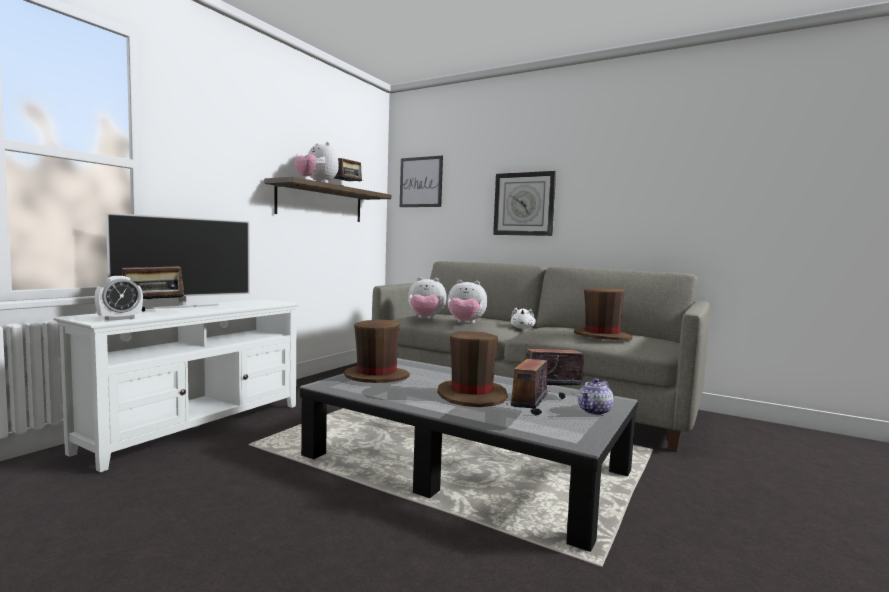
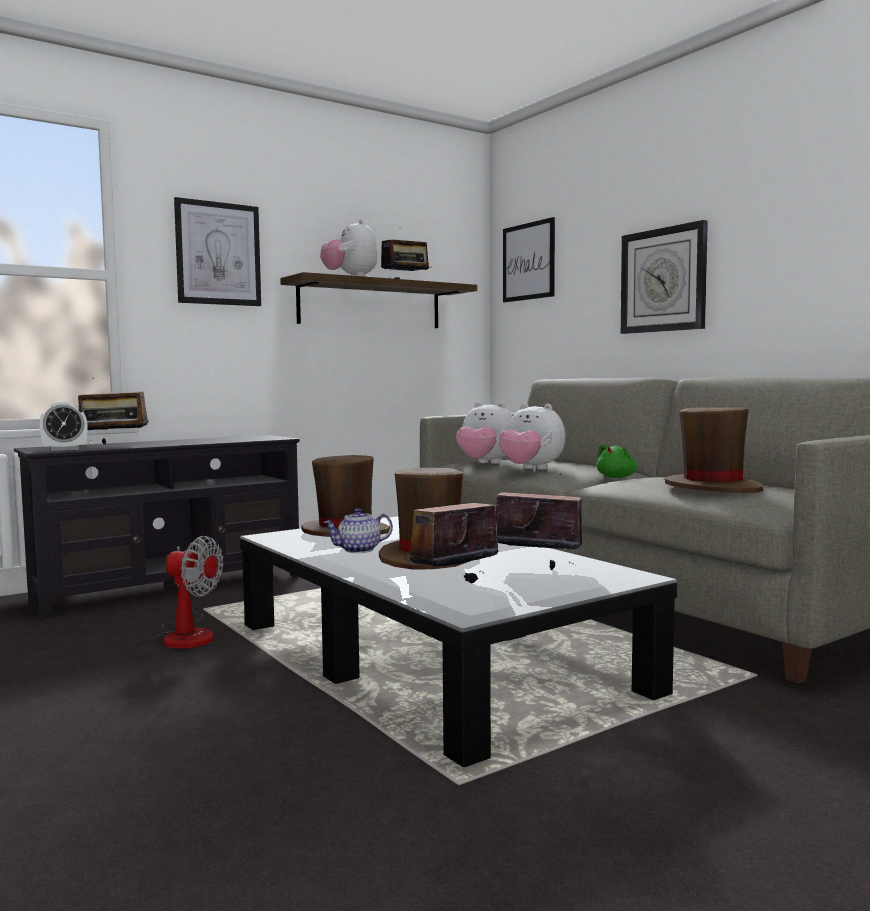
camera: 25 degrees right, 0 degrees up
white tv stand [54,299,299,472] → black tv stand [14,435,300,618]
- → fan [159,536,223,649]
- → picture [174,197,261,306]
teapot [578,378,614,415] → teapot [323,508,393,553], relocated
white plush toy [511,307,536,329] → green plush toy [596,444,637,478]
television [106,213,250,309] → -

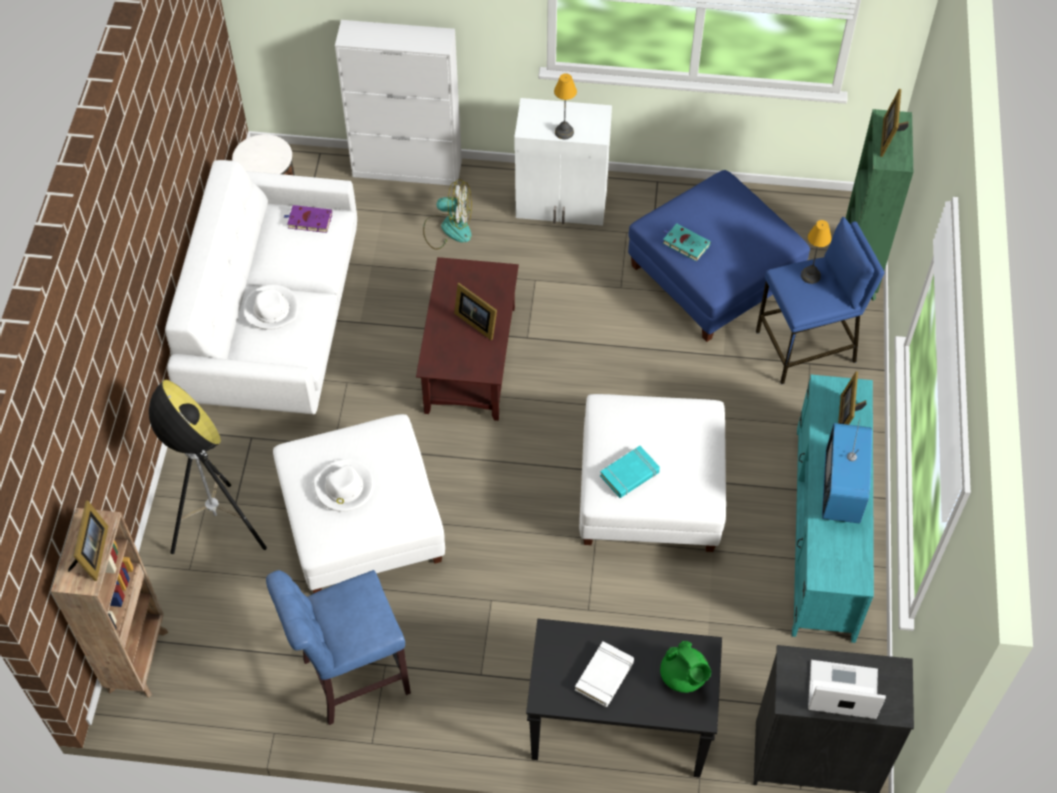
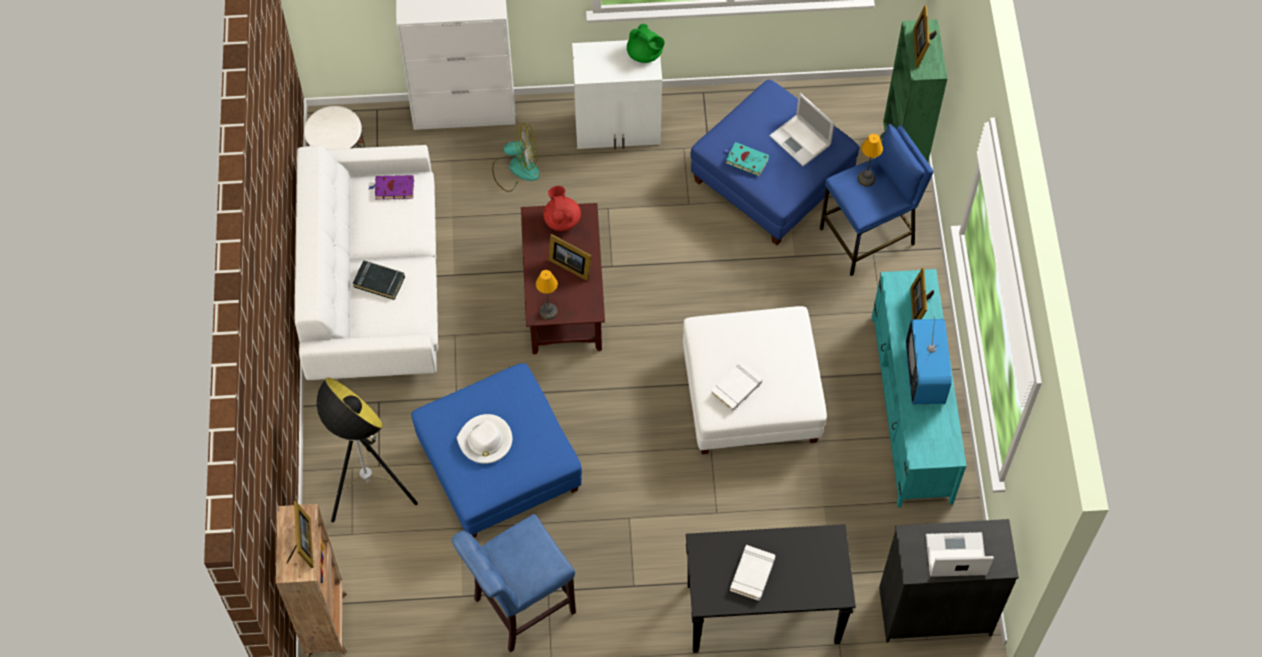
camera: 10 degrees left, 5 degrees up
white hat [243,285,299,330] → black book [353,261,405,300]
white ottoman [273,414,445,593] → blue ottoman [411,363,582,538]
table lamp [554,73,577,139] → table lamp [536,270,558,320], relocated
- → red teapot [543,186,581,231]
green teapot [660,641,711,693] → green teapot [627,24,665,63], relocated
turquoise book [600,446,660,498] → white book [711,361,763,411]
- → laptop [769,93,834,166]

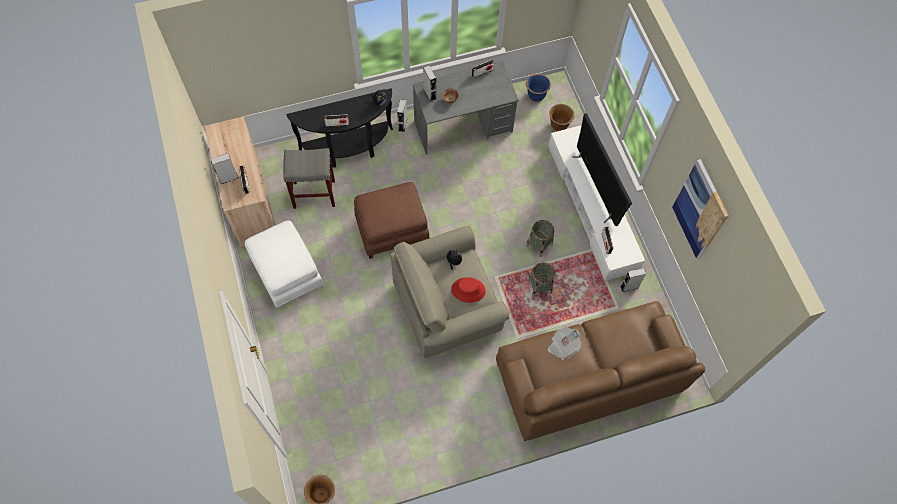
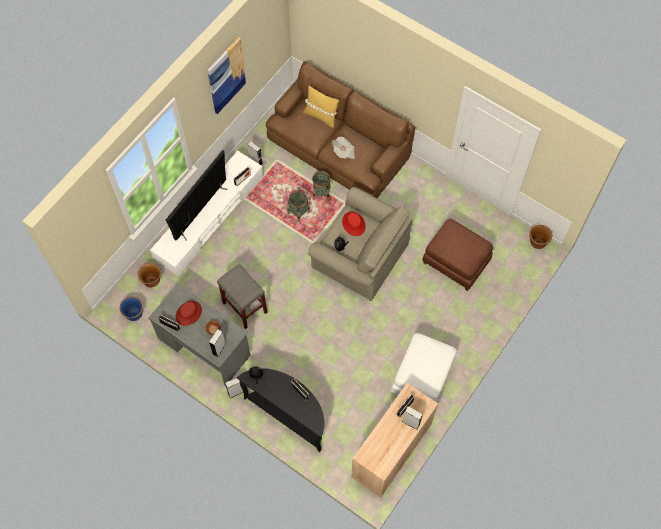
camera: 125 degrees left, 0 degrees up
- → red hat [176,301,202,326]
grey stool [283,148,335,209] → grey stool [217,264,267,329], relocated
- → yellow pillow [303,85,339,128]
basket [526,220,554,257] → basket [312,171,331,201], relocated
brown ottoman [354,182,430,259] → brown ottoman [422,219,493,291], relocated

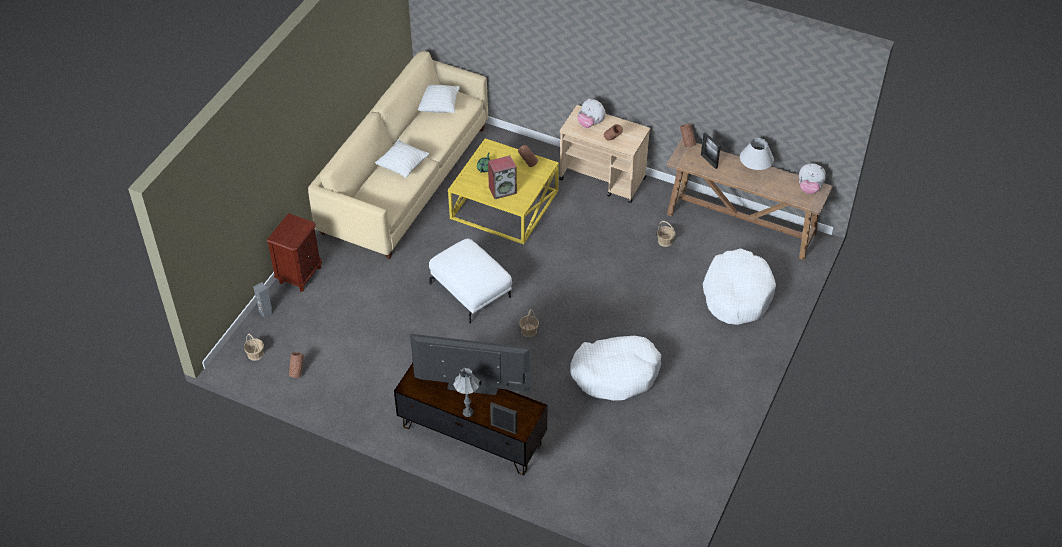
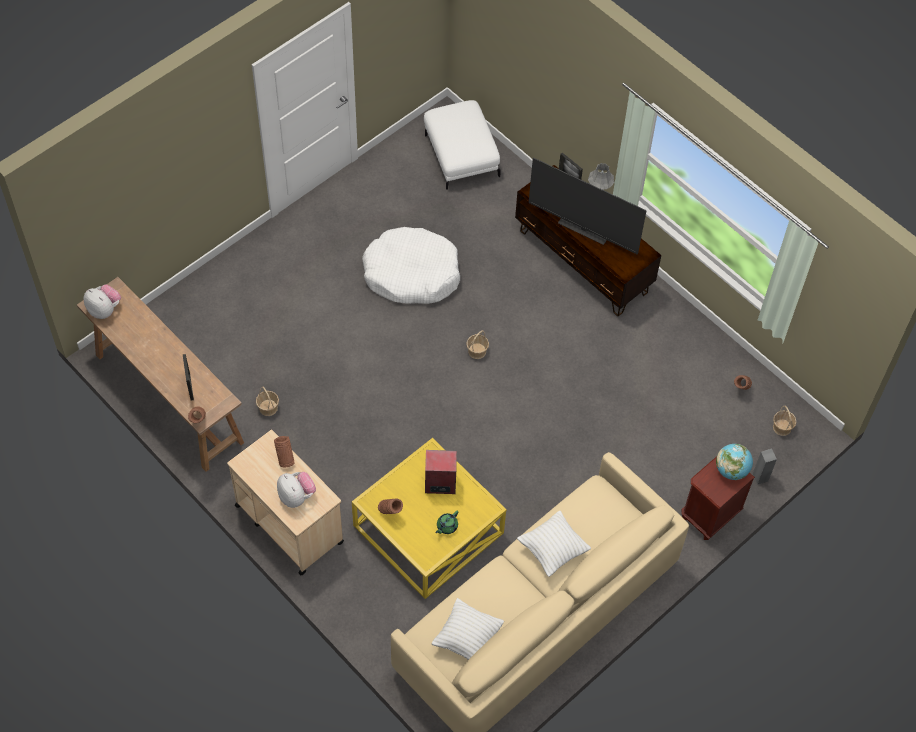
camera: 160 degrees left, 10 degrees up
white ottoman [429,239,512,323] → white ottoman [424,100,501,190], relocated
- → globe [716,444,753,480]
white dog bed [703,248,776,325] → -
white table lamp [740,138,774,172] → -

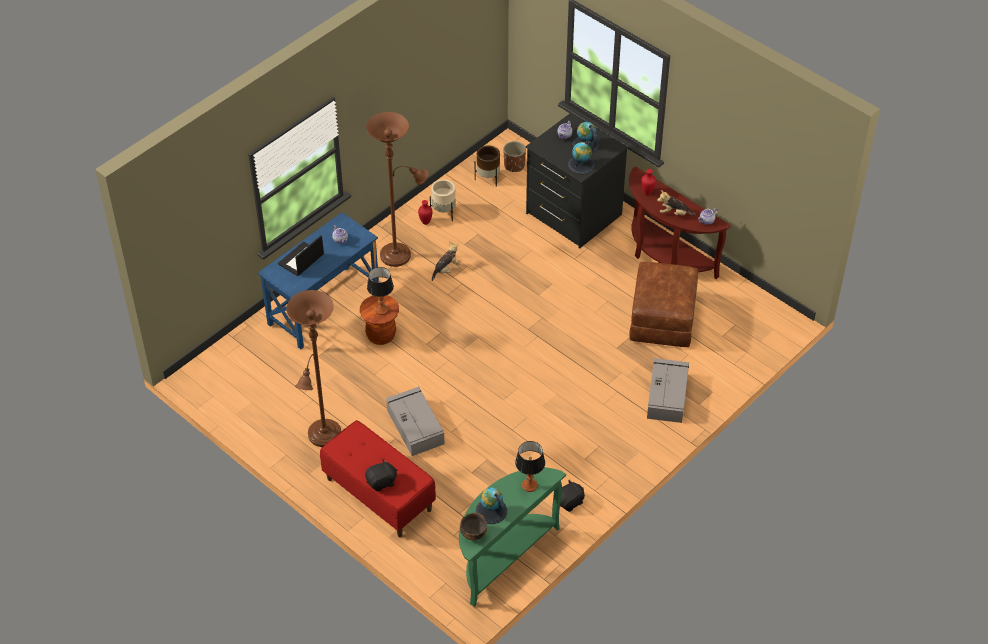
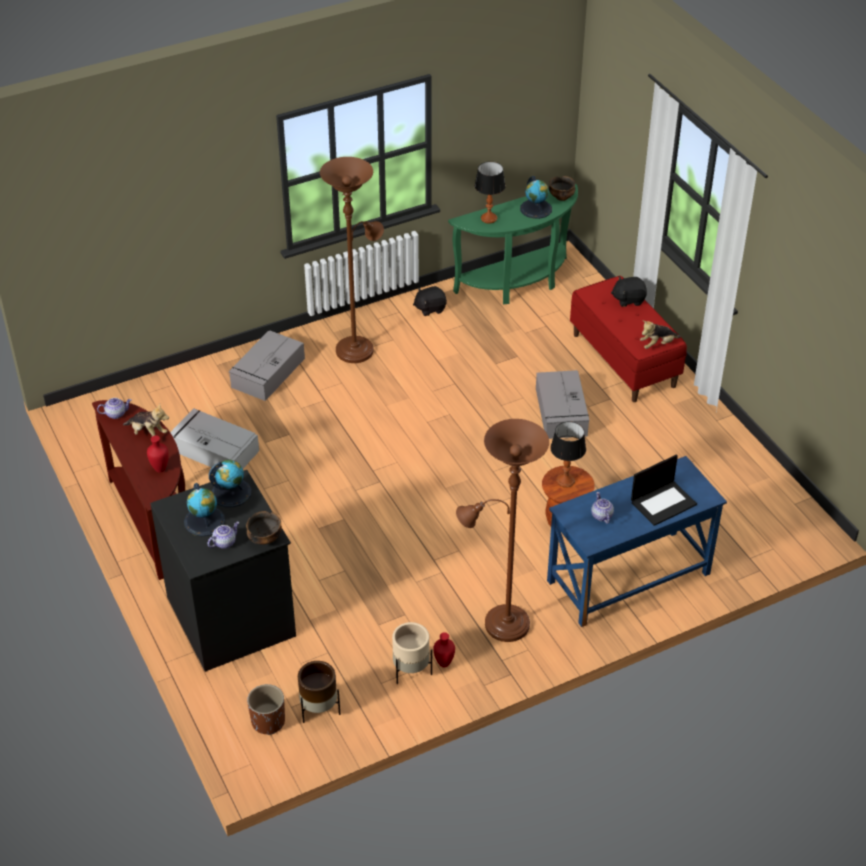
camera: 160 degrees left, 5 degrees down
brown ottoman [629,262,698,347] → grey storage box [170,408,259,468]
- → bowl [246,511,282,545]
brown floor lamp [287,290,341,447] → brown floor lamp [320,157,384,363], relocated
plush toy [432,242,460,281] → plush toy [640,321,680,349], relocated

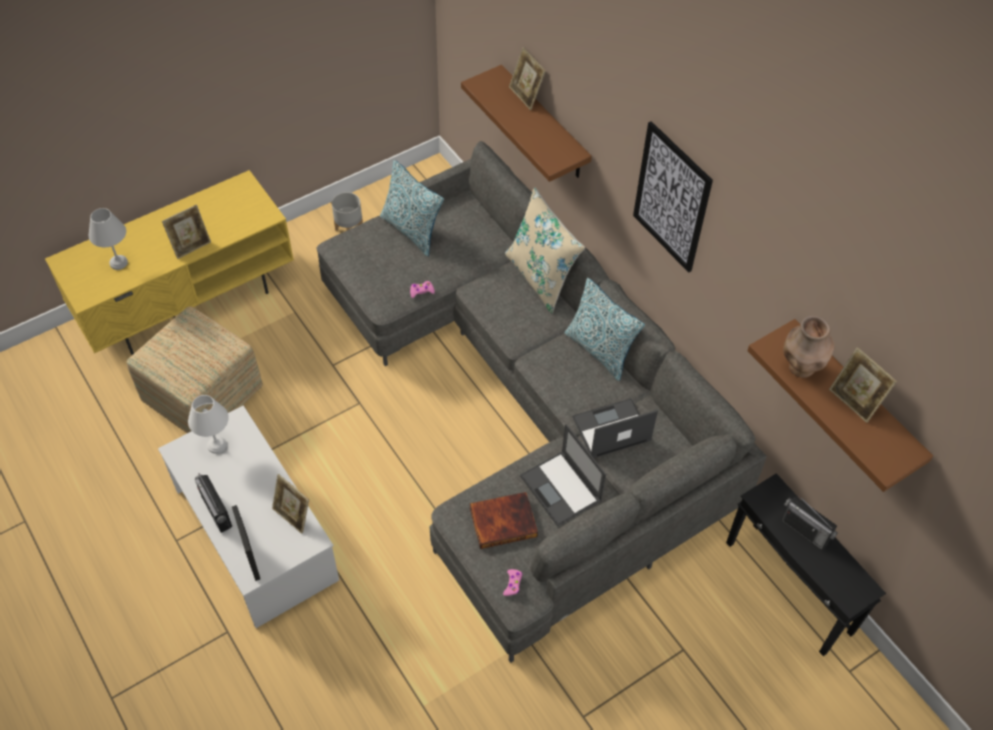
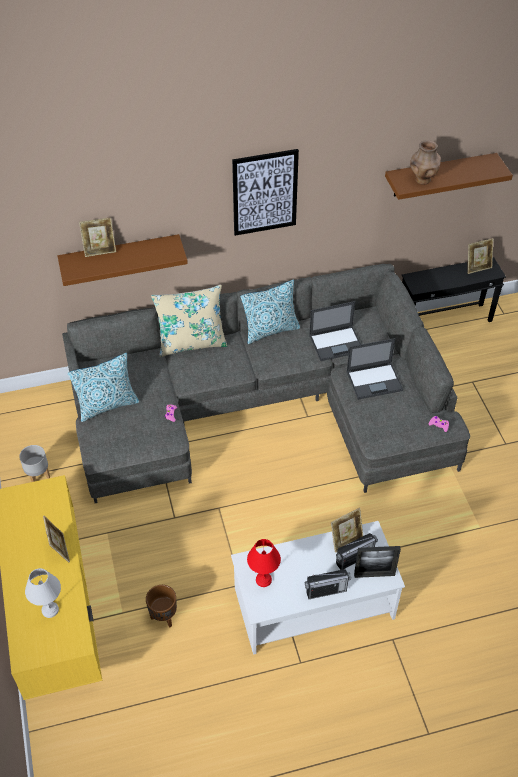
camera: 70 degrees left, 5 degrees down
ottoman [126,306,263,433] → brown planter [146,585,177,628]
white table lamp [188,395,229,454] → red table lamp [247,539,281,587]
laptop [572,398,658,458] → laptop [309,301,361,361], 105 degrees counterclockwise
radio [781,496,838,550] → radio [336,533,378,570], relocated
picture frame [829,347,897,423] → picture frame [468,238,494,274], relocated
book [470,492,538,549] → -

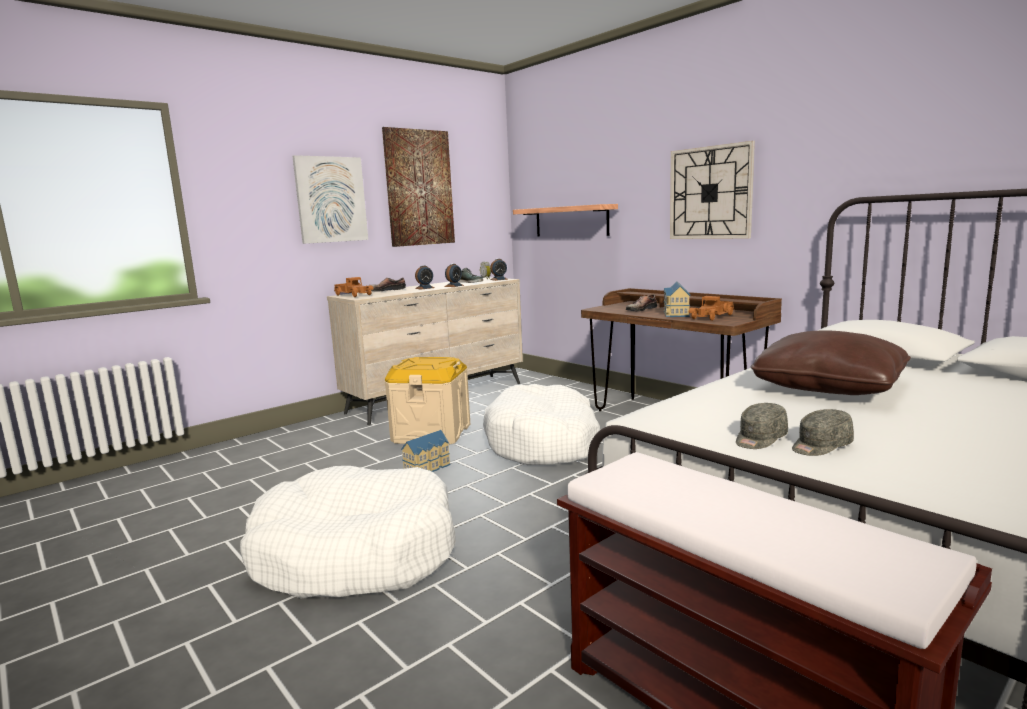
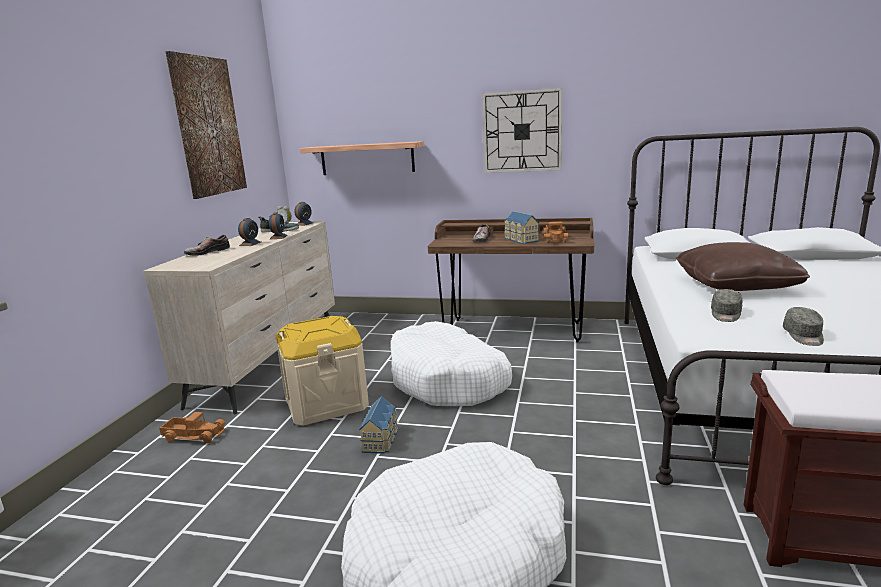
camera: 35 degrees left, 5 degrees up
toy truck [334,277,374,297] → toy truck [159,412,226,443], relocated
grey cap [792,409,854,456] → grey cap [711,289,742,322], relocated
picture [292,155,368,244] → -

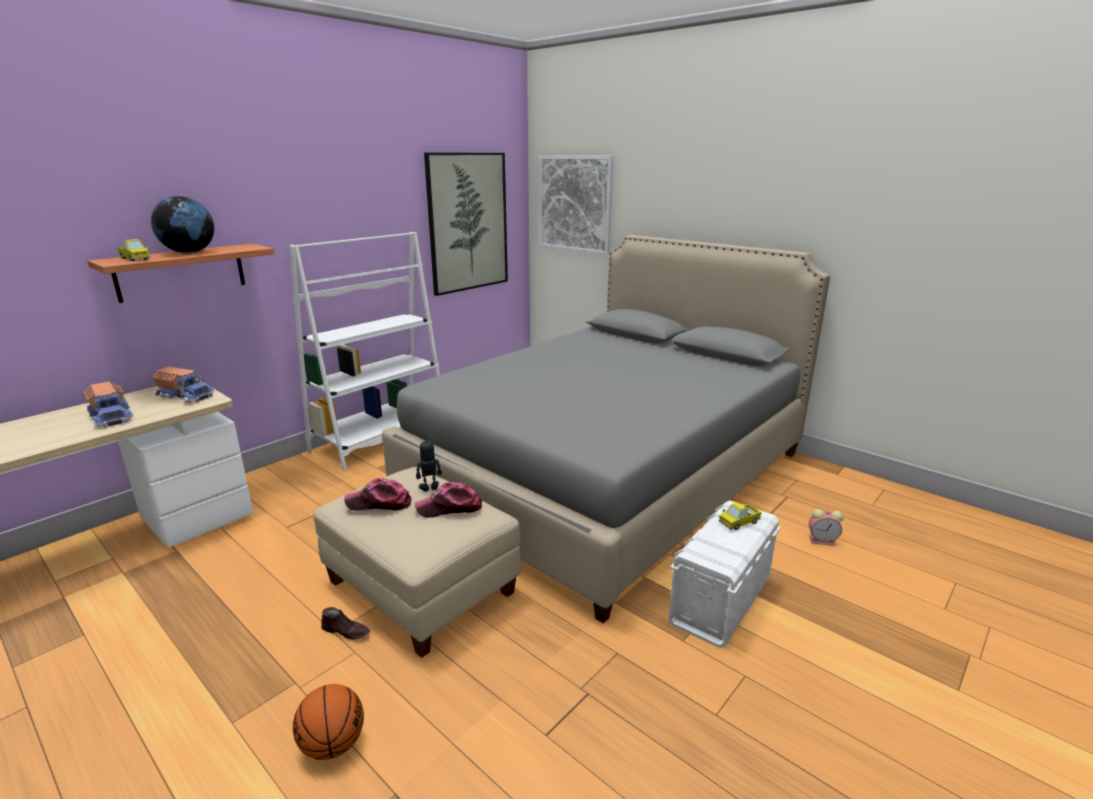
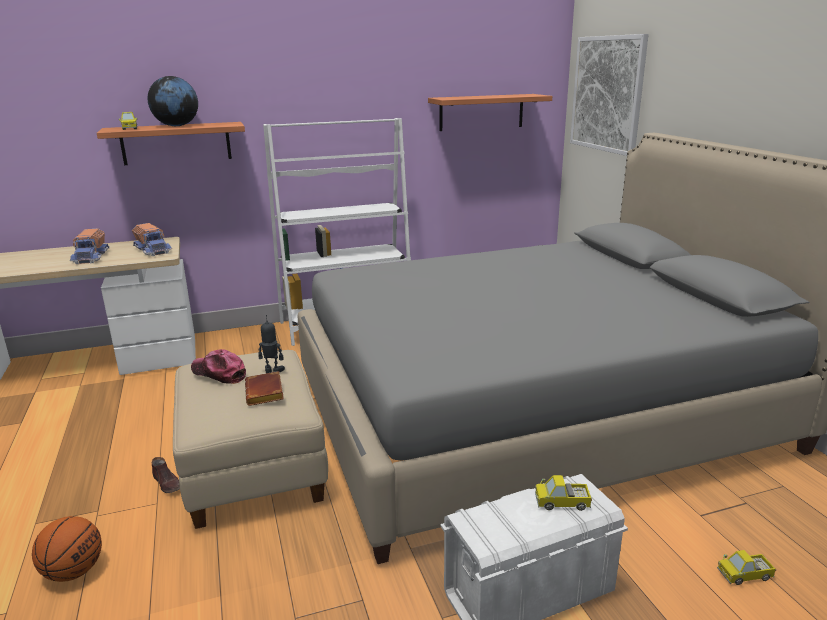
camera: 30 degrees right, 0 degrees up
cap [415,482,482,518] → brown book [245,371,284,406]
picture [424,153,508,296] → shelf [428,94,552,131]
alarm clock [809,509,844,546] → toy truck [717,550,776,585]

